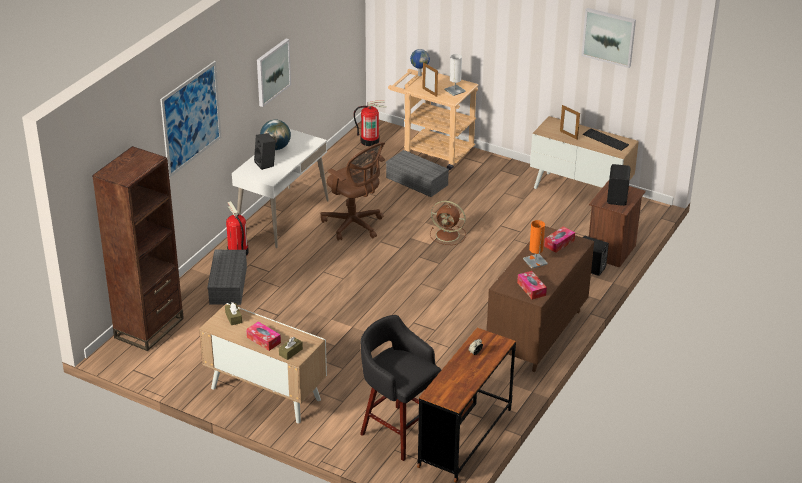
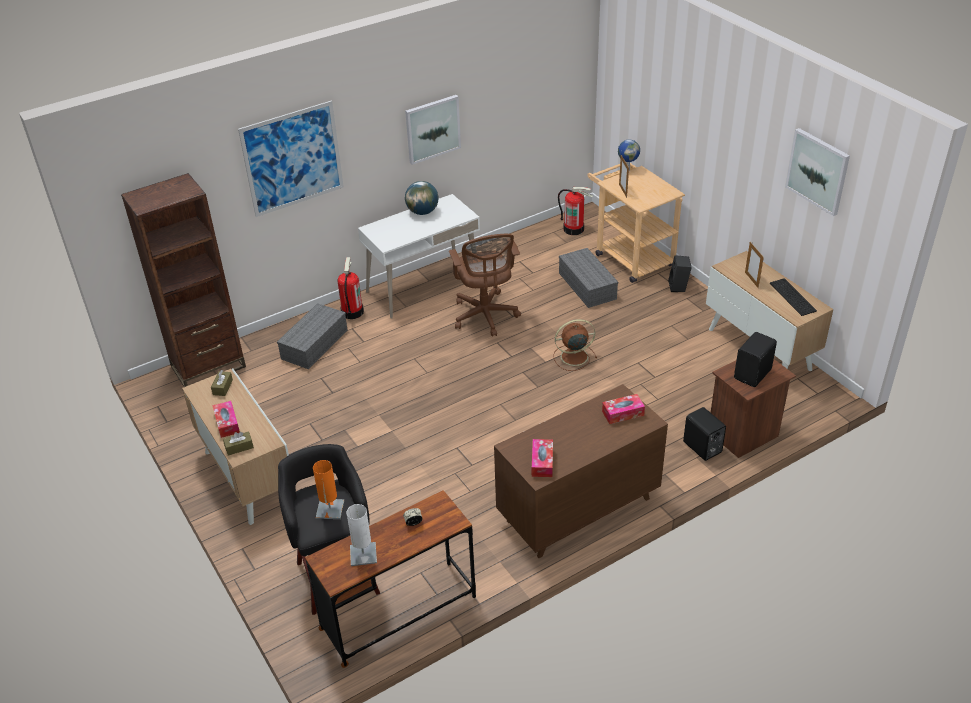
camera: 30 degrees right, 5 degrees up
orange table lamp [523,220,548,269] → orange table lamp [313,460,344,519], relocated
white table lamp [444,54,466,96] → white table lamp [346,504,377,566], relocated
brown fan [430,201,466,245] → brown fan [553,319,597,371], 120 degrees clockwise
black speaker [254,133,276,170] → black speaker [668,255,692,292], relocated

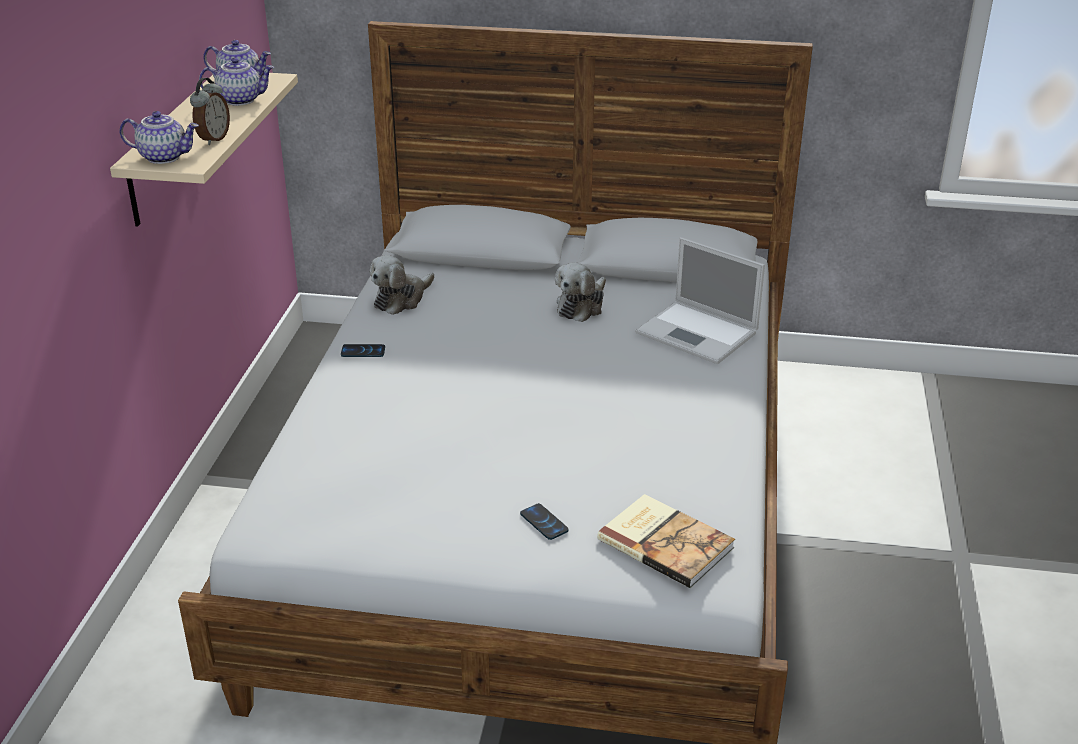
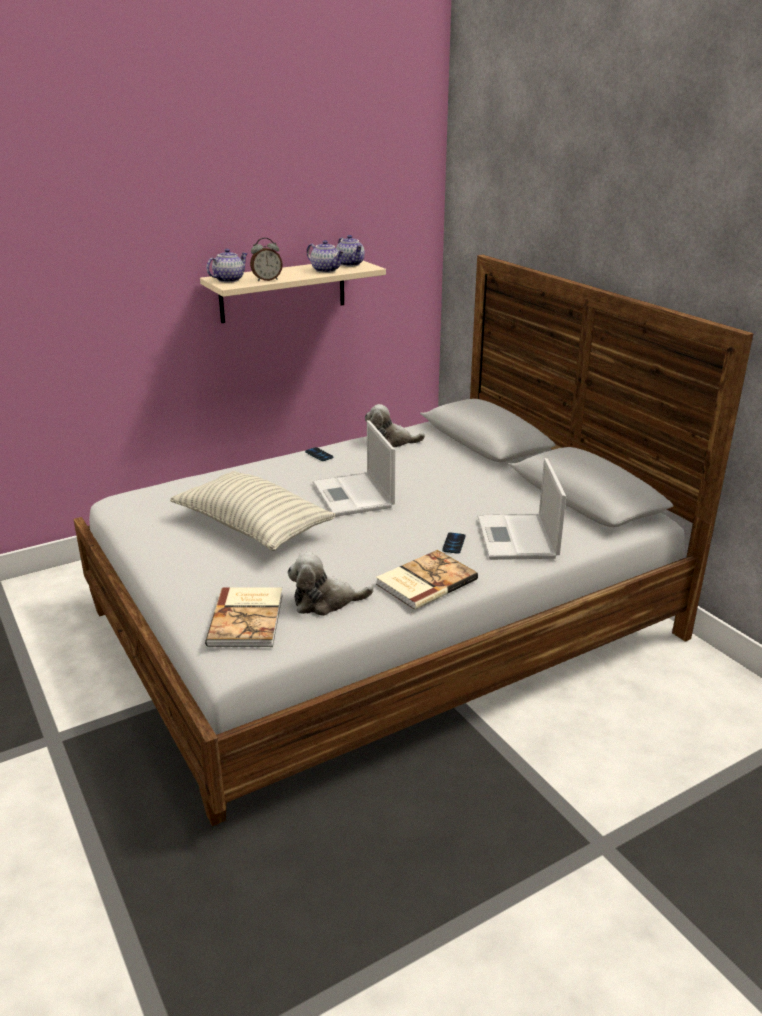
camera: 50 degrees right, 5 degrees down
- → pillow [170,471,336,551]
teapot [120,111,199,164] → teapot [206,249,248,283], 105 degrees counterclockwise
plush toy [555,263,606,322] → plush toy [287,552,373,616], relocated
- → laptop [313,420,395,517]
- → book [376,550,478,610]
phone [520,503,569,540] → phone [442,533,465,554], relocated

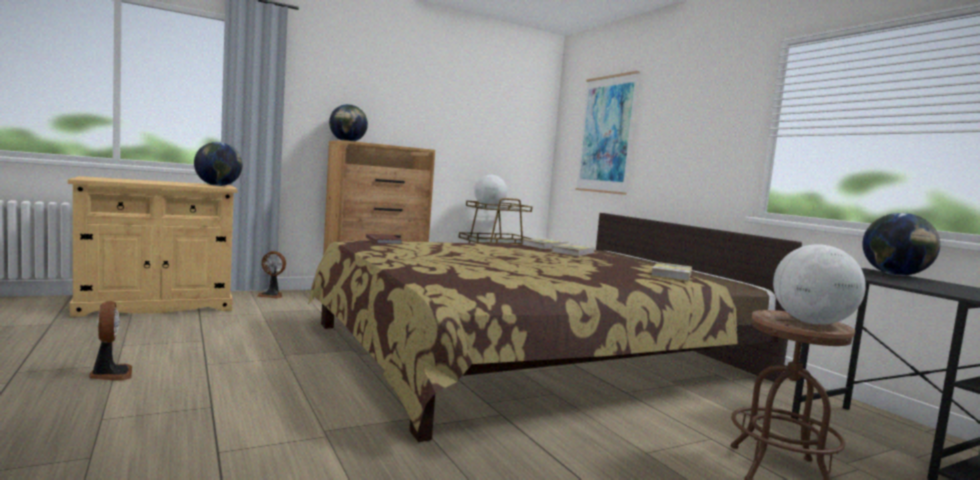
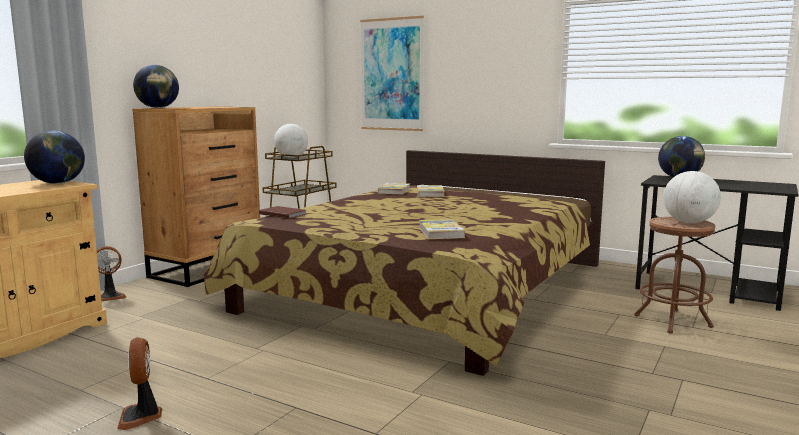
camera: 30 degrees left, 5 degrees up
fan [89,301,132,381] → fan [117,337,162,430], 135 degrees counterclockwise
book [651,262,692,281] → book [419,219,465,239], relocated

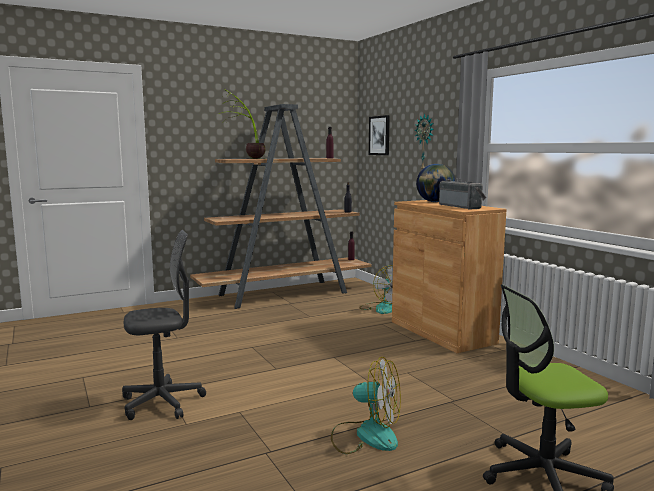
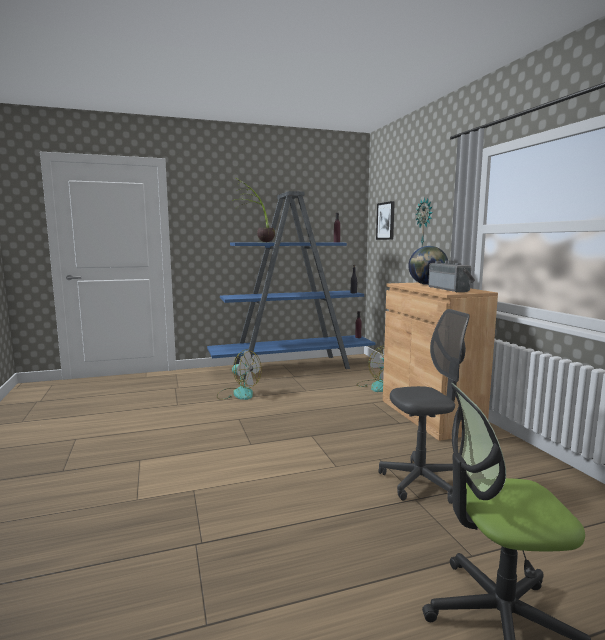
camera: 10 degrees right, 0 degrees up
brown bookcase [190,104,372,309] → blue bookcase [207,191,375,379]
fan [331,357,401,454] → fan [217,349,262,400], relocated
grey office chair [122,230,206,420] → grey office chair [378,309,470,504], relocated

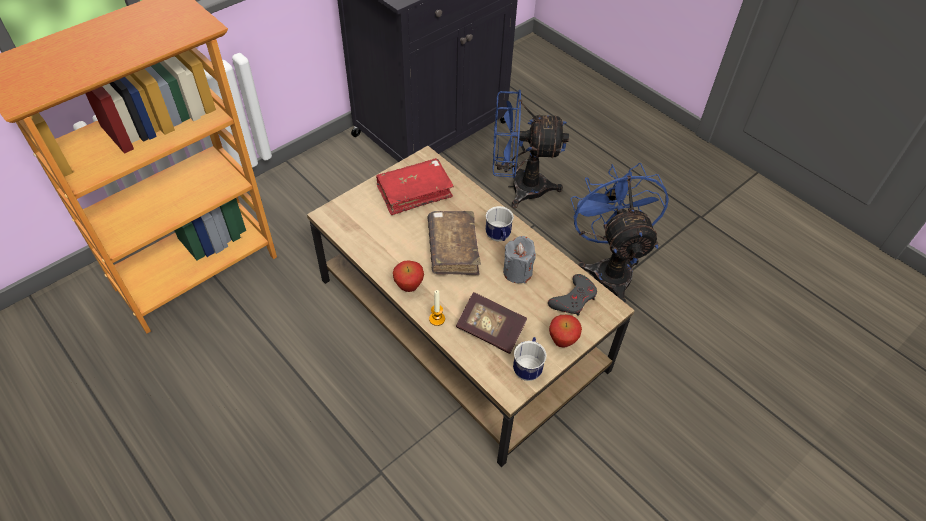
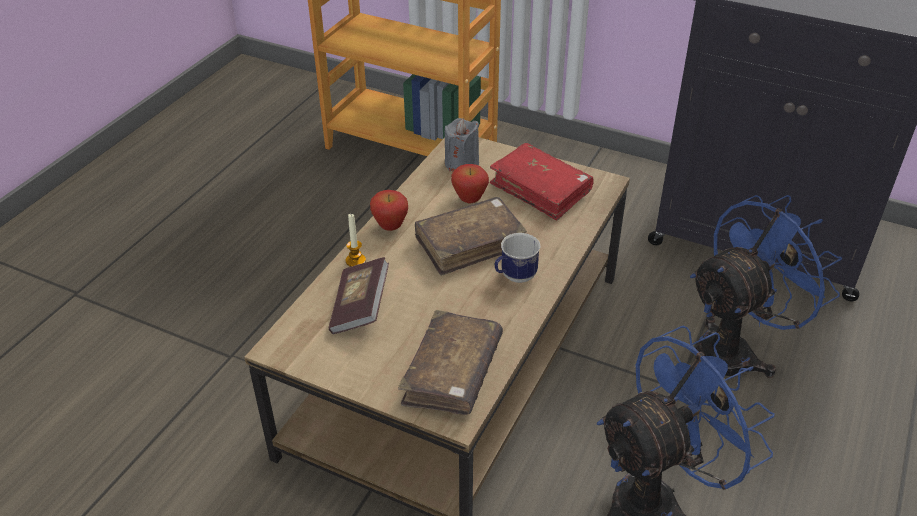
camera: 70 degrees right, 10 degrees down
grey game controller [548,274,597,316] → brown book [398,310,503,415]
grey candle [503,236,536,283] → grey candle [445,118,479,171], relocated
apple [549,315,582,347] → apple [451,164,489,204], relocated
blue fan [493,90,569,208] → blue fan [690,195,842,378], 75 degrees clockwise
mug [513,337,547,381] → -

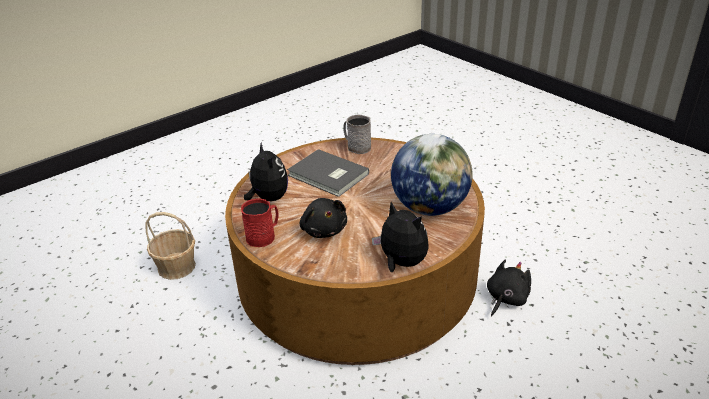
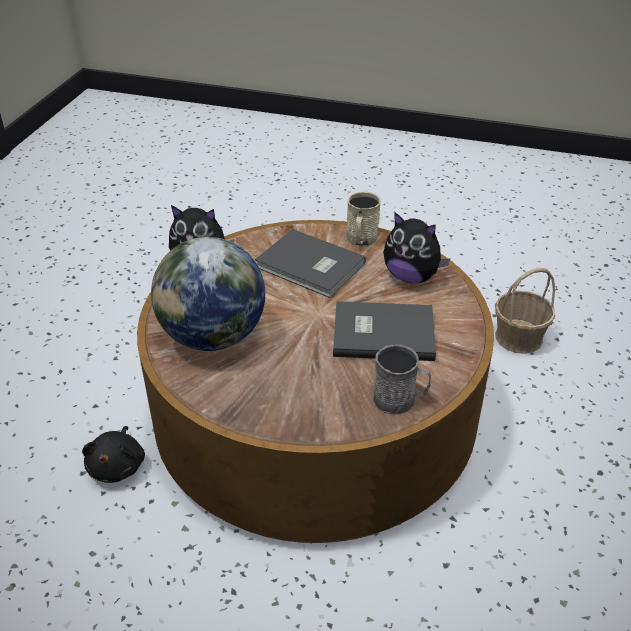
camera: 145 degrees right, 5 degrees up
black plush toy [300,198,347,238] → grey book [255,229,366,298]
red mug [241,198,279,247] → beige mug [346,192,381,247]

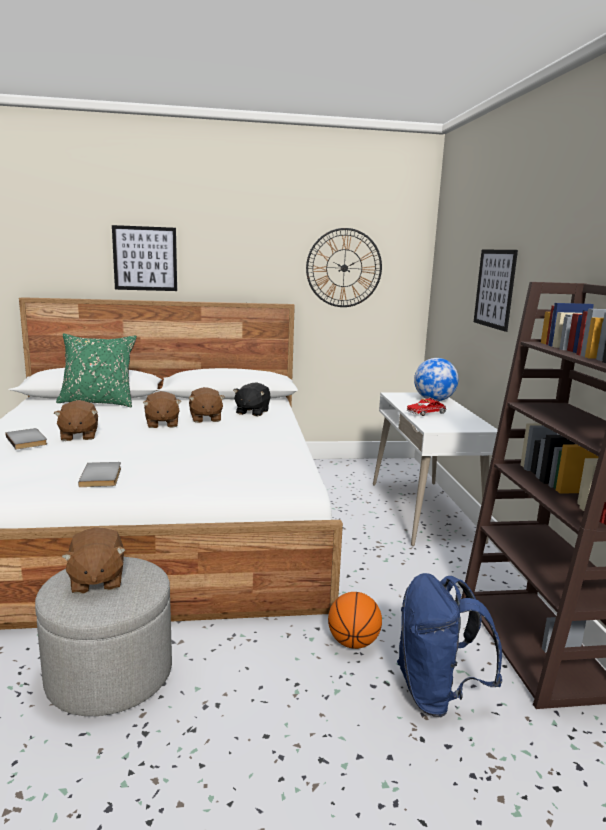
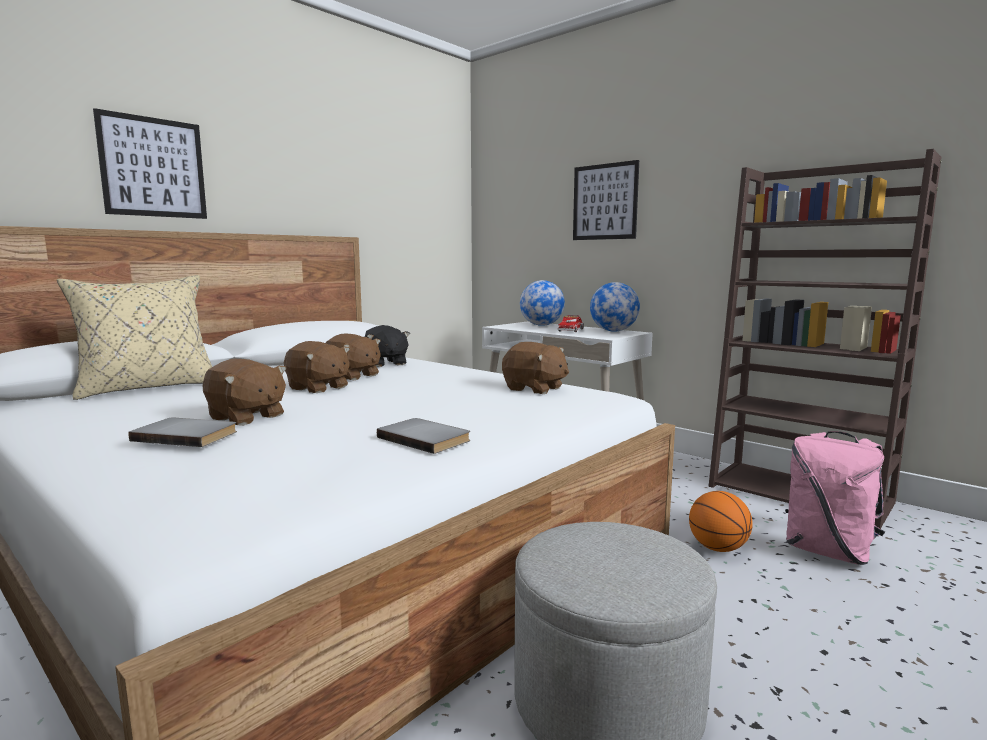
camera: 40 degrees left, 5 degrees down
green pillow [56,334,137,407] → beige pillow [57,275,212,400]
brown plush toy [61,527,126,594] → brown plush toy [502,342,569,394], relocated
- → globe [590,282,640,332]
blue backpack [397,573,502,717] → pink backpack [785,431,885,565]
wall clock [306,228,382,307] → -

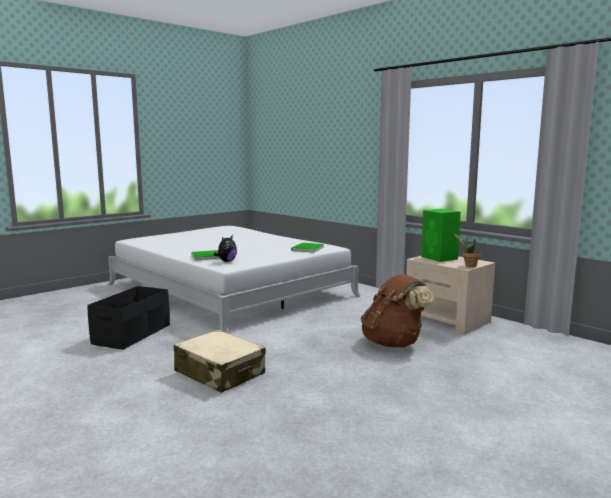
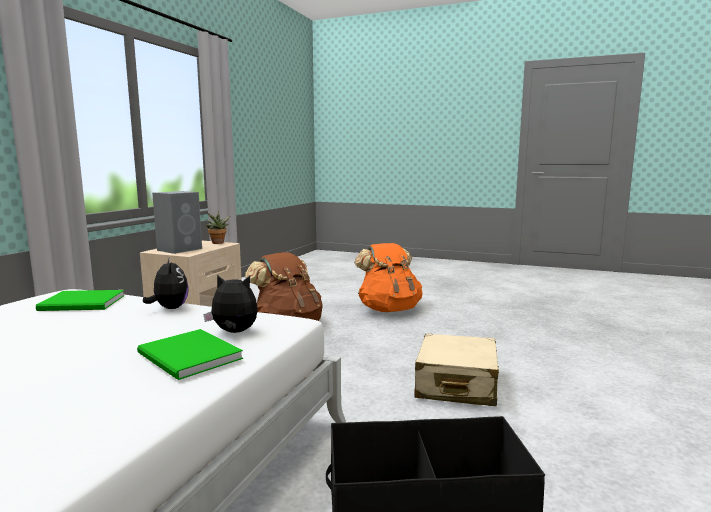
camera: 115 degrees left, 0 degrees up
- → plush toy [143,256,189,309]
green speaker [421,209,461,262] → grey speaker [152,191,202,254]
- → orange backpack [354,243,423,312]

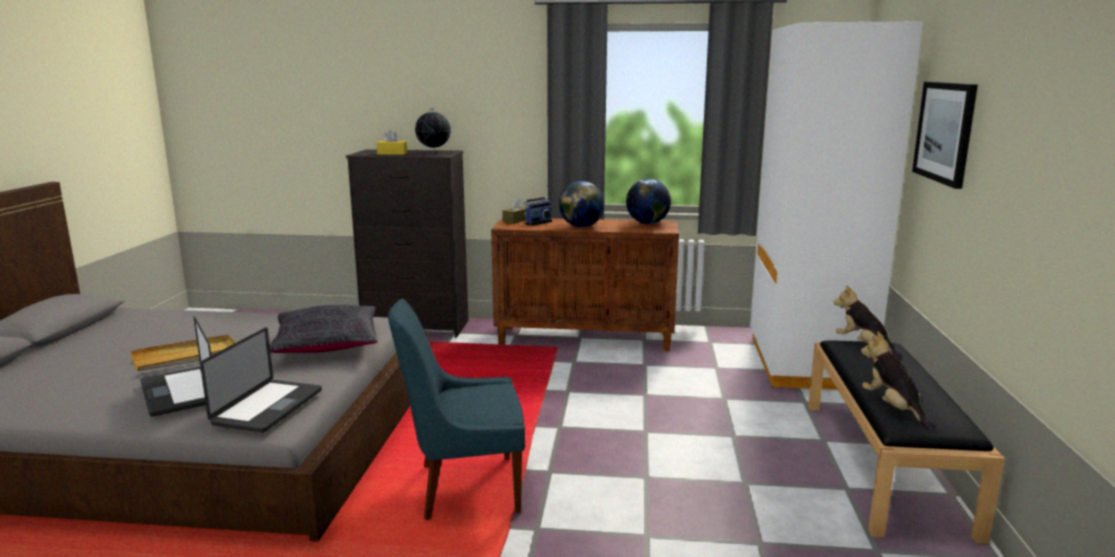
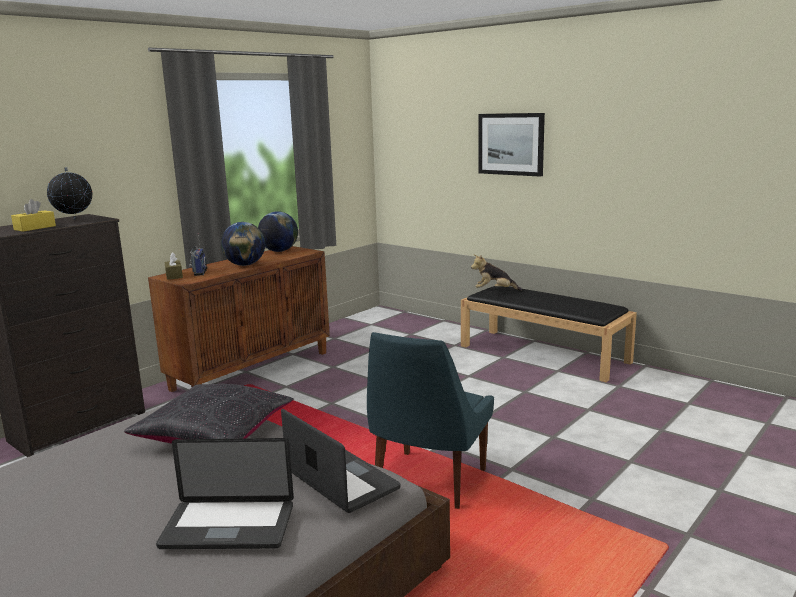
camera: 55 degrees left, 0 degrees up
beige tray [130,334,236,371] → -
white wardrobe [750,22,923,390] → -
plush toy [861,331,933,430] → -

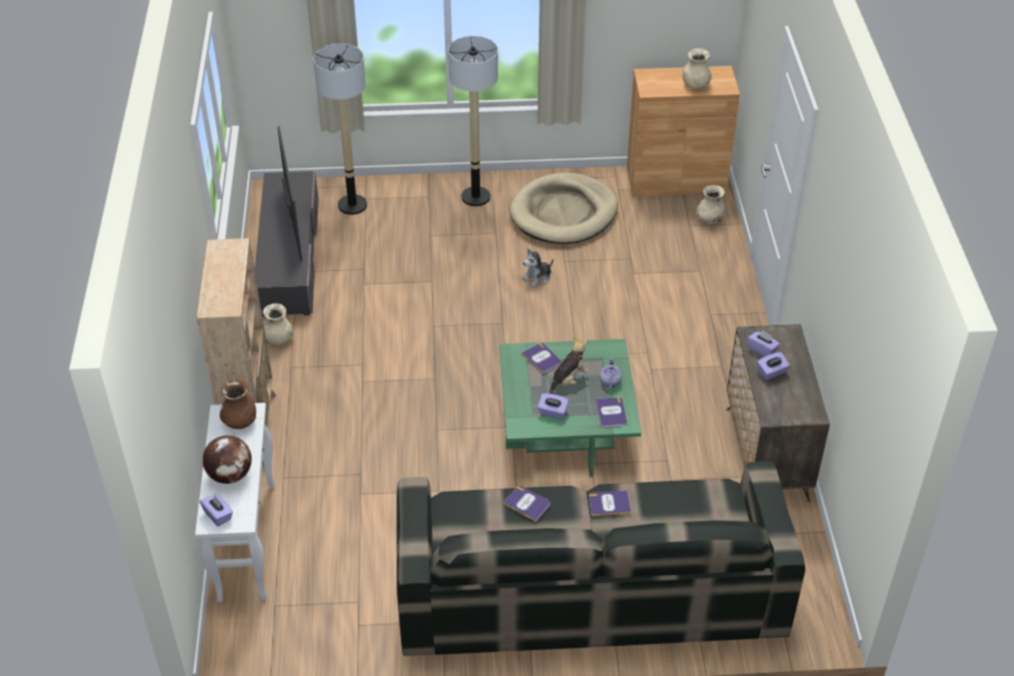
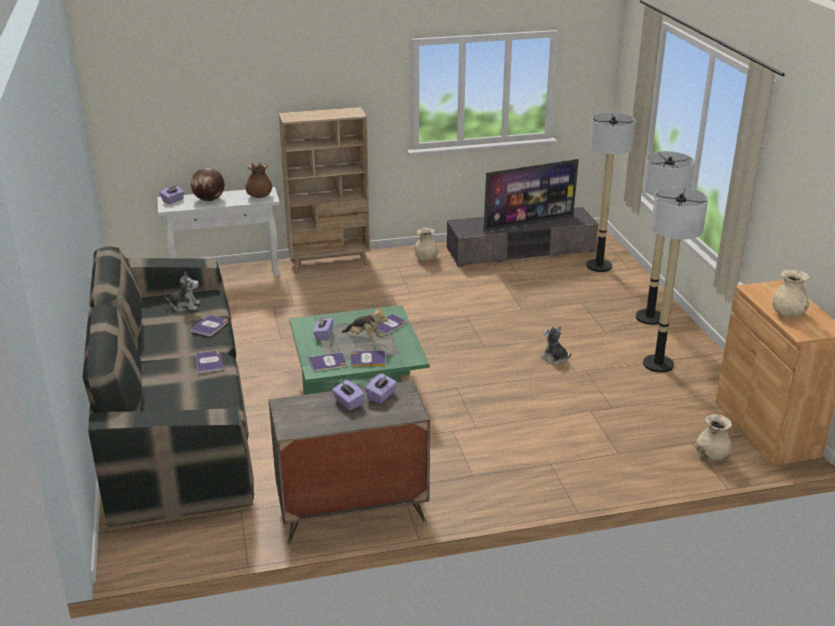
camera: 80 degrees right, 15 degrees down
- → plush toy [164,271,200,312]
teapot [600,358,622,390] → book [351,351,385,367]
beige dog bed [509,172,618,244] → floor lamp [643,187,708,373]

